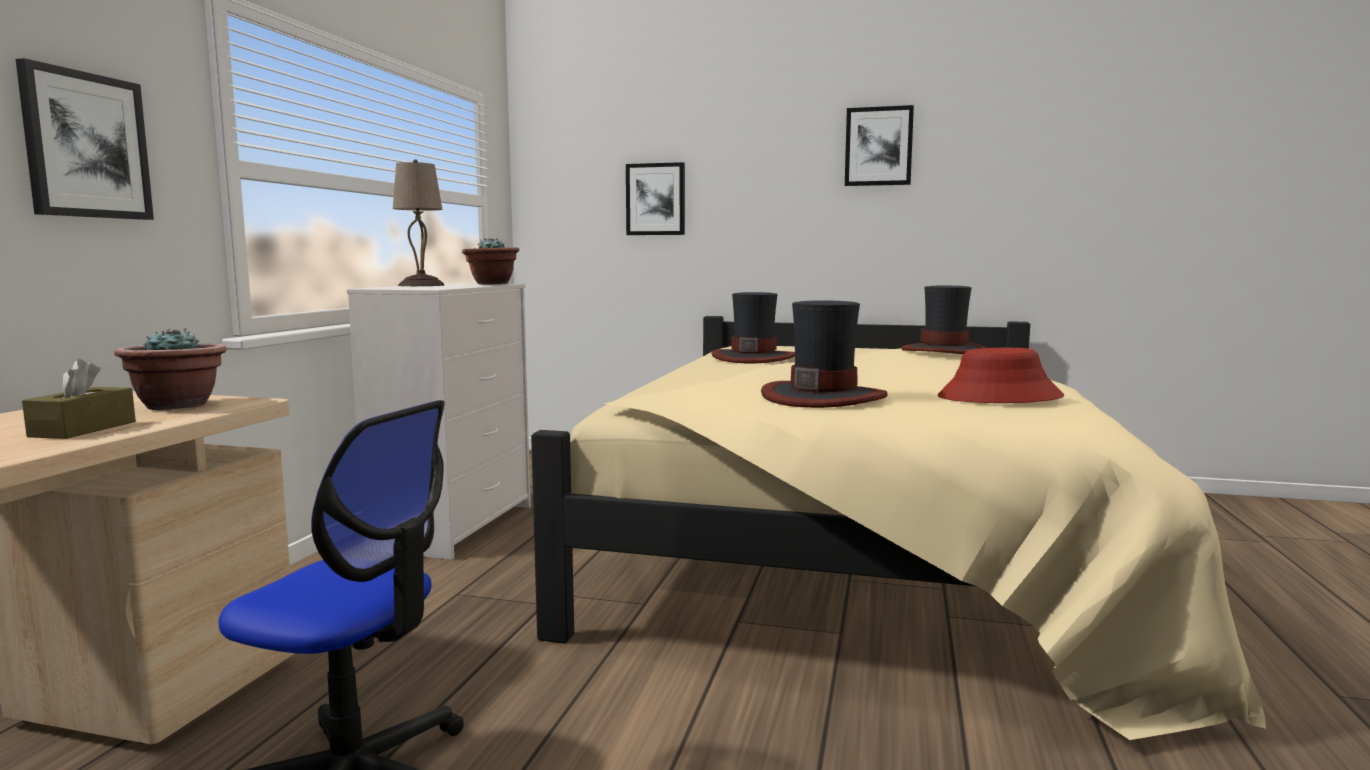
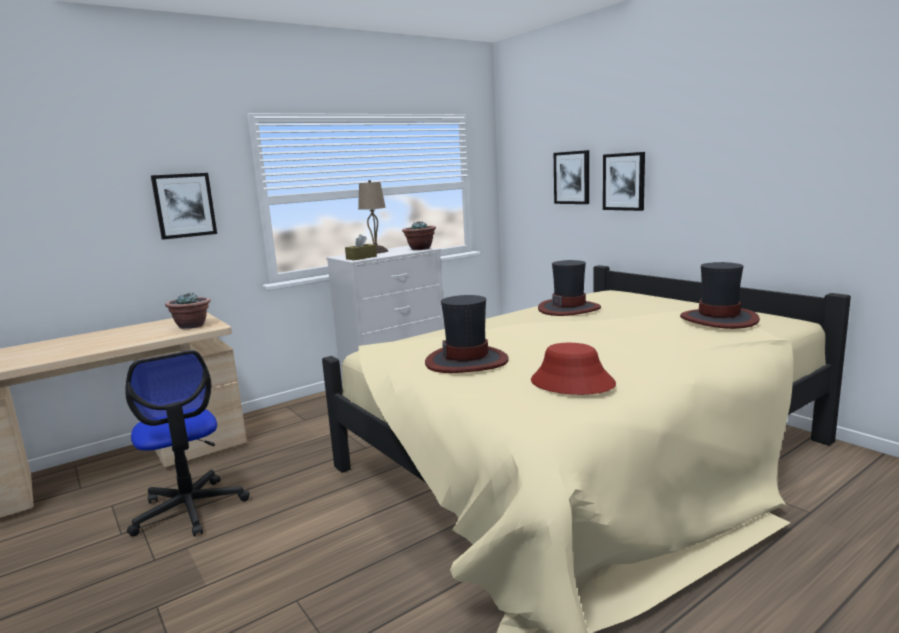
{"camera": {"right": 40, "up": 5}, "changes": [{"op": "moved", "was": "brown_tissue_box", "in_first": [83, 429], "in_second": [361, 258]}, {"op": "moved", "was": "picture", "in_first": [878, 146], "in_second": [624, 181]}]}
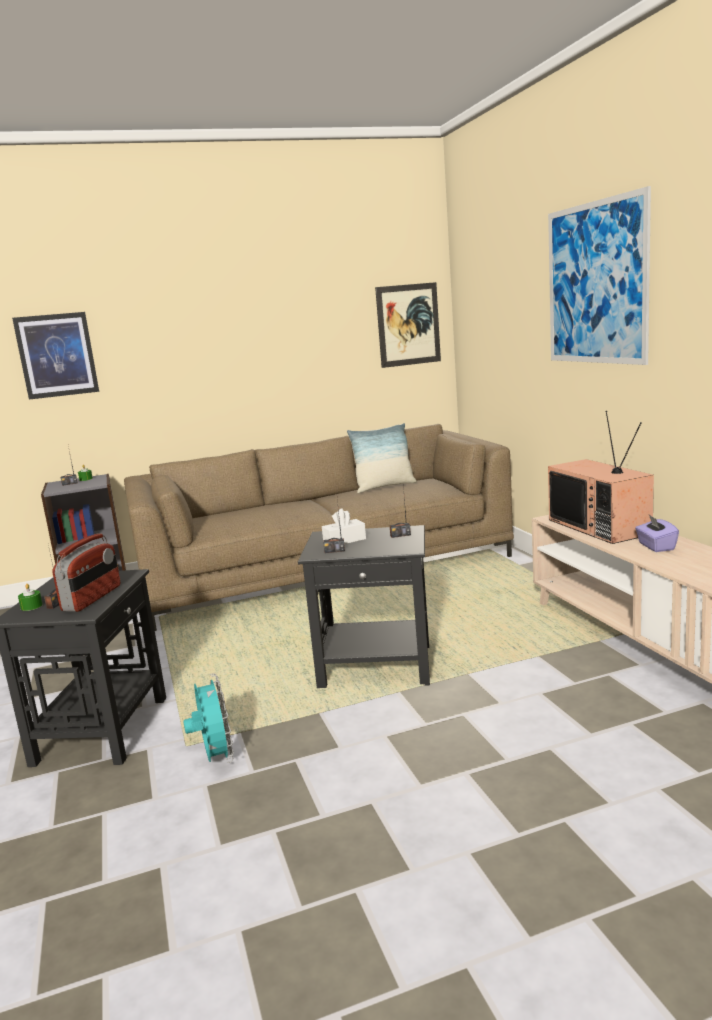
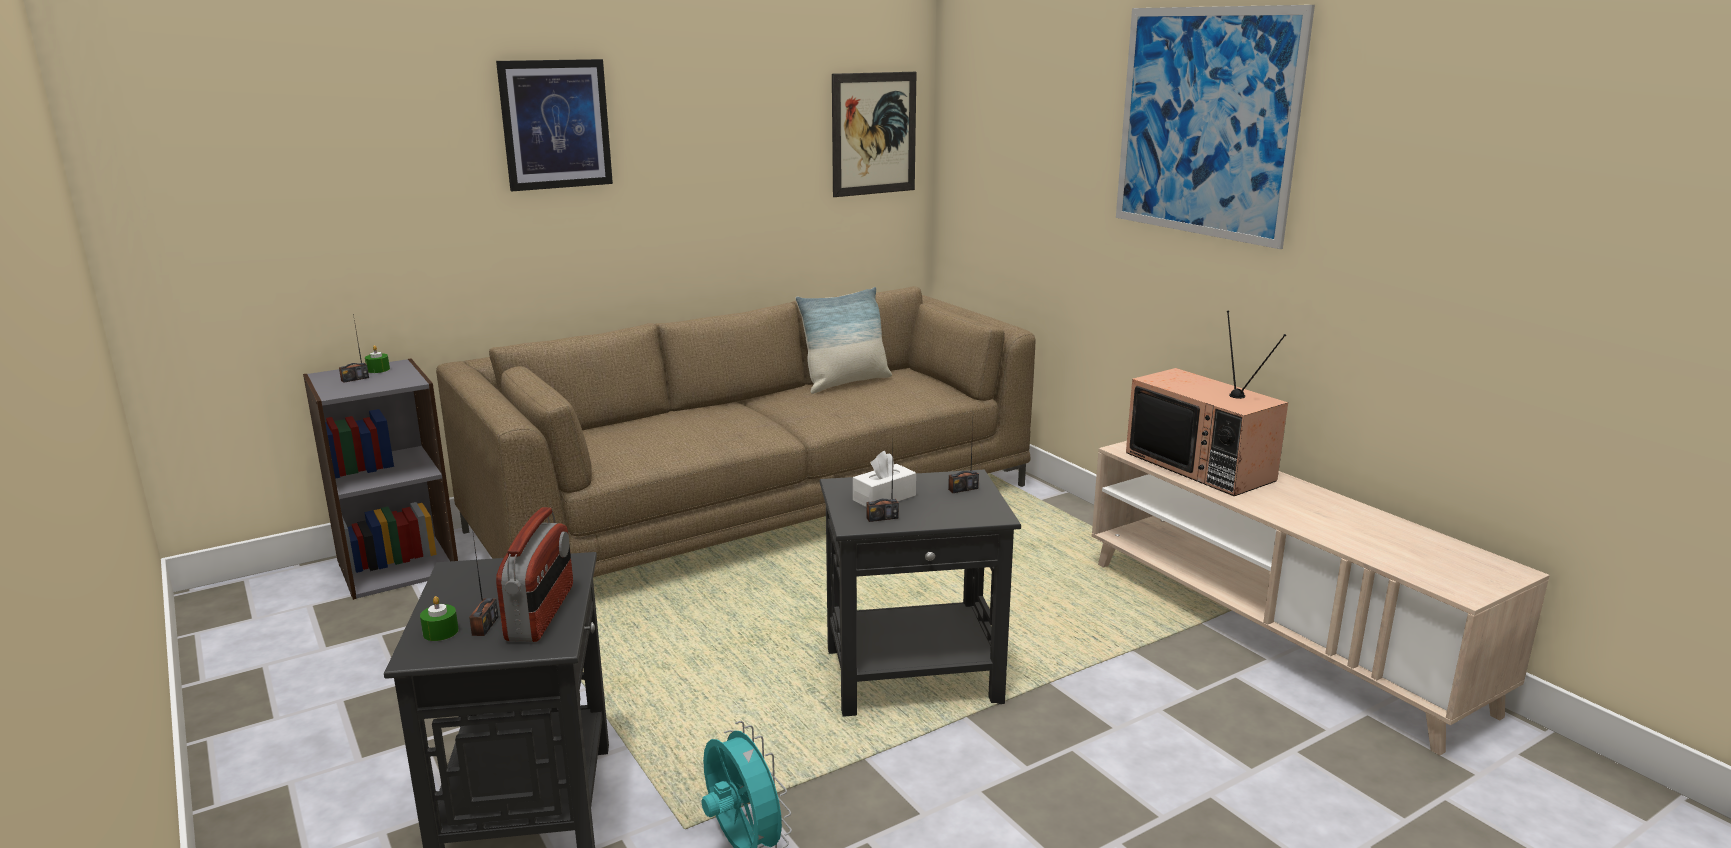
{"camera": {"right": -15, "up": 5}, "changes": [{"op": "moved", "was": "picture", "in_first": [57, 355], "in_second": [555, 124]}, {"op": "removed", "was": "purple_tissue_box", "in_first": [655, 546]}]}
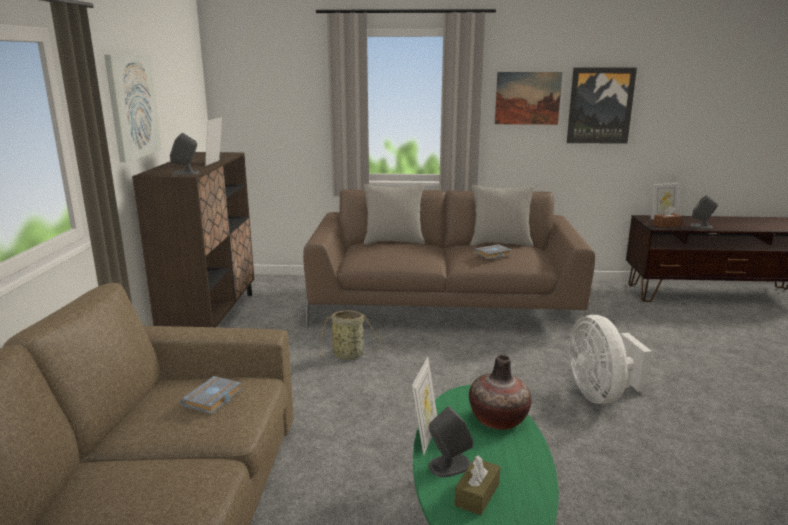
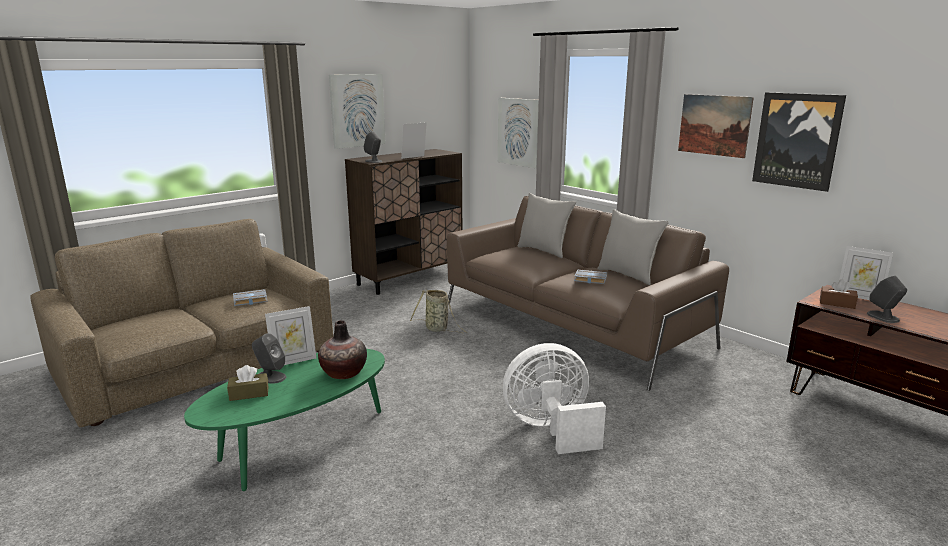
{"camera": {"right": 45, "up": 0}, "changes": [{"op": "added", "now": "picture", "in_second": [519, 132]}, {"op": "turned", "was": "white_fan", "in_first": [601, 394], "in_second": [551, 429], "clockwise": 45}]}
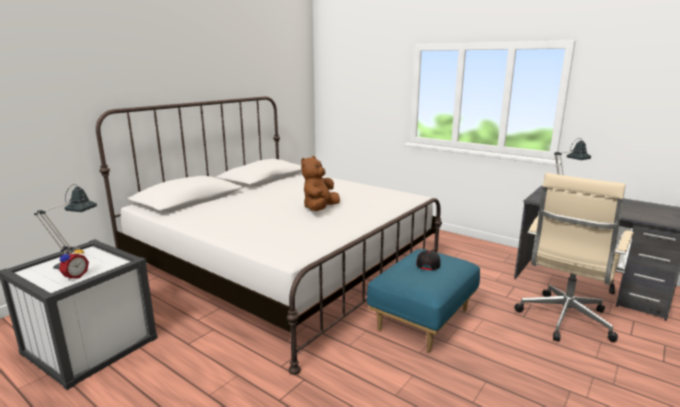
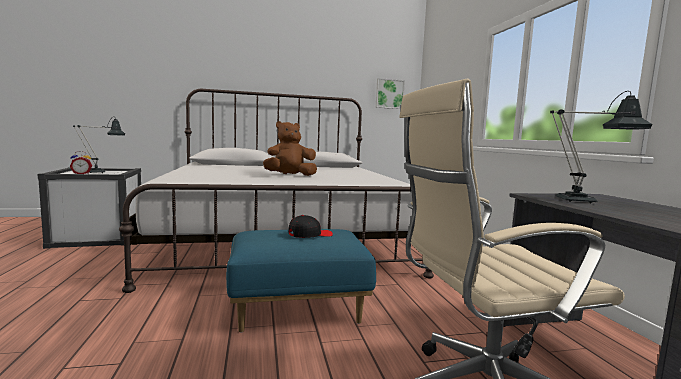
{"camera": {"right": 40, "up": -10}, "changes": [{"op": "added", "now": "picture", "in_second": [389, 94]}]}
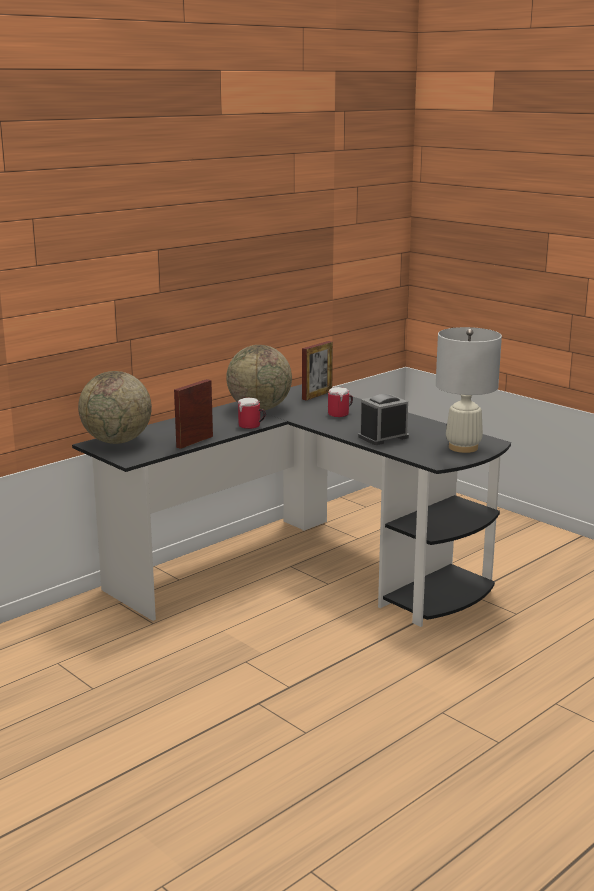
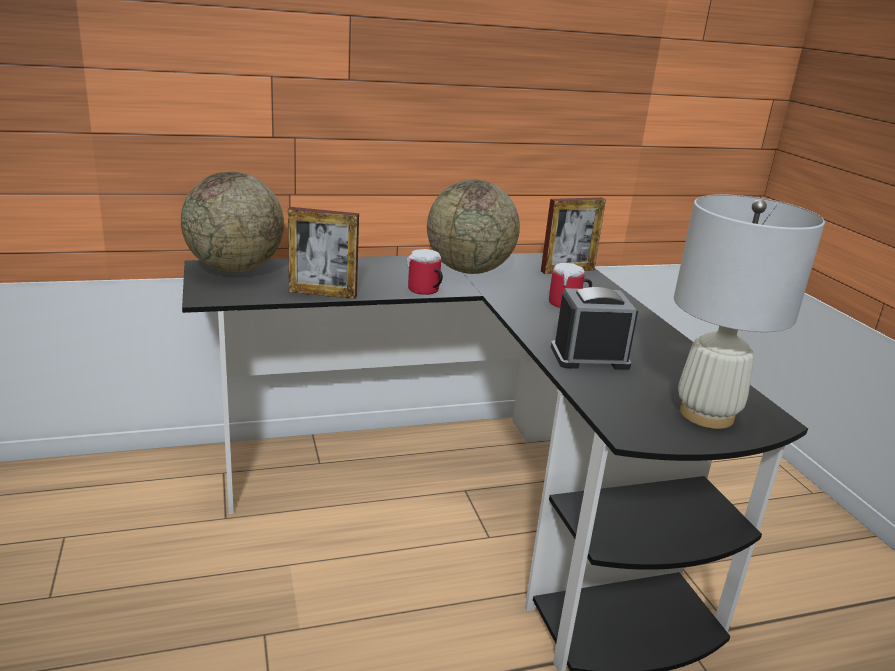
{"camera": {"right": 25, "up": 5}, "changes": [{"op": "turned", "was": "picture_frame", "in_first": [194, 442], "in_second": [322, 294], "clockwise": -150}]}
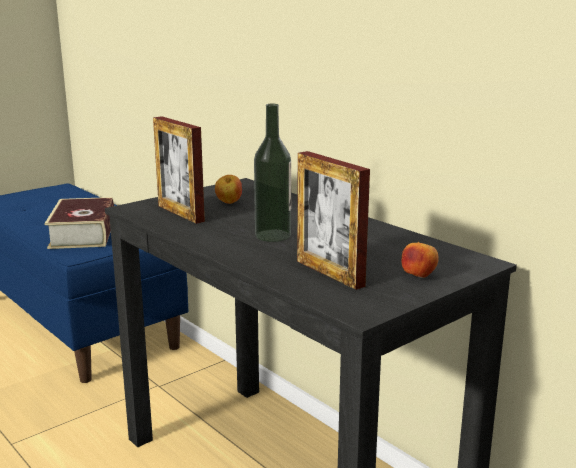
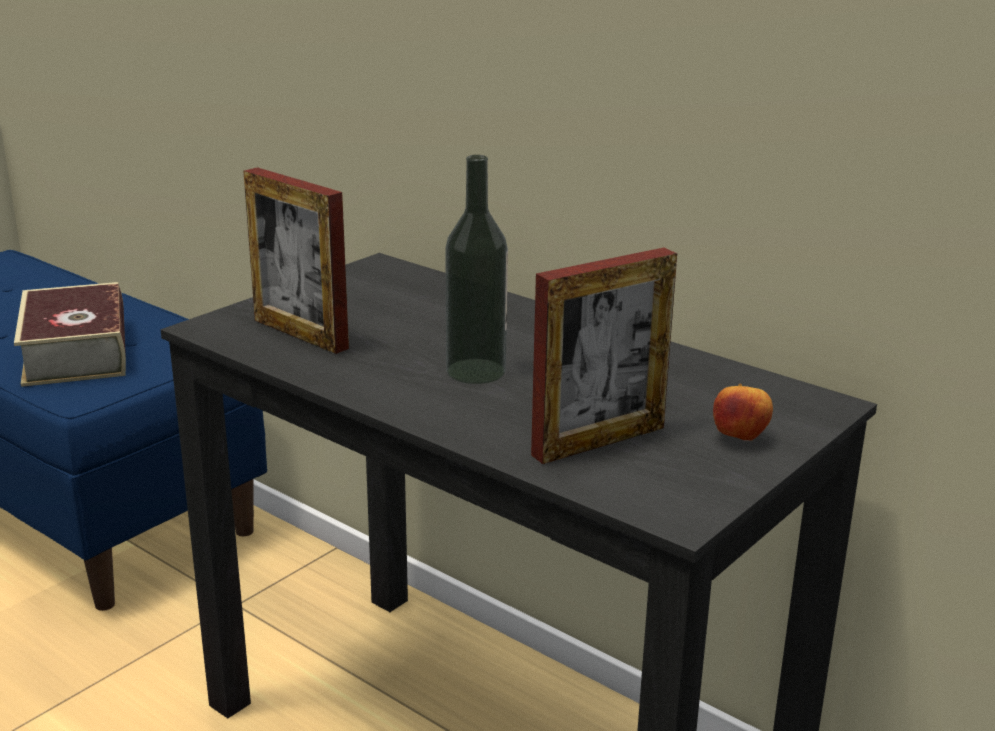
{"camera": {"right": -10, "up": 5}, "changes": [{"op": "turned", "was": "picture_frame", "in_first": [329, 273], "in_second": [598, 441], "clockwise": -75}, {"op": "removed", "was": "apple", "in_first": [228, 203]}]}
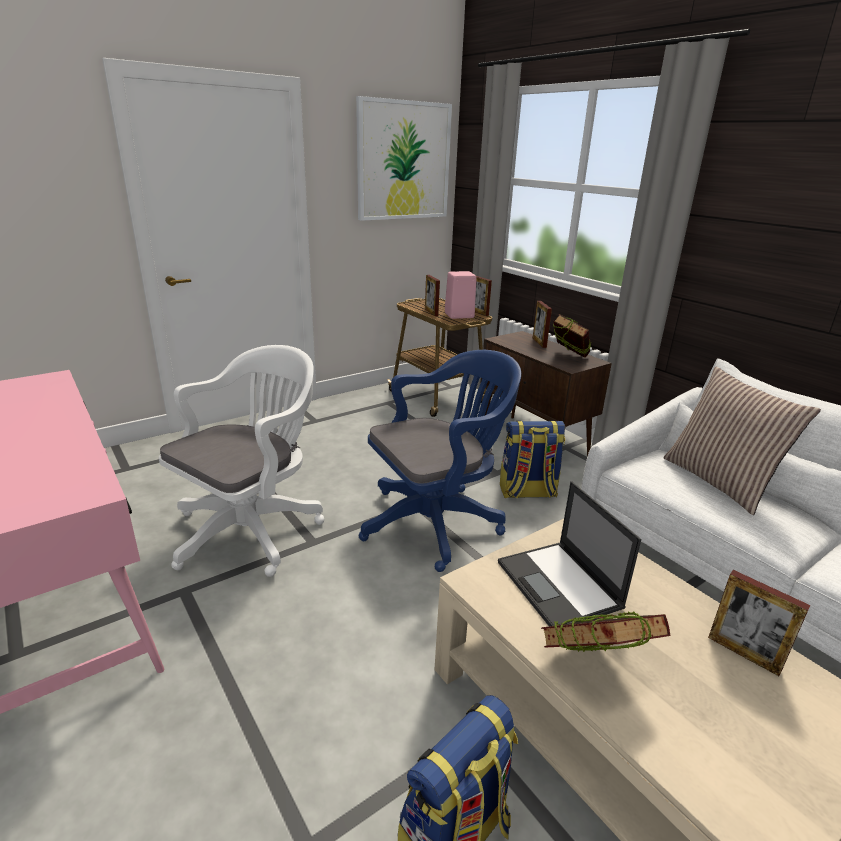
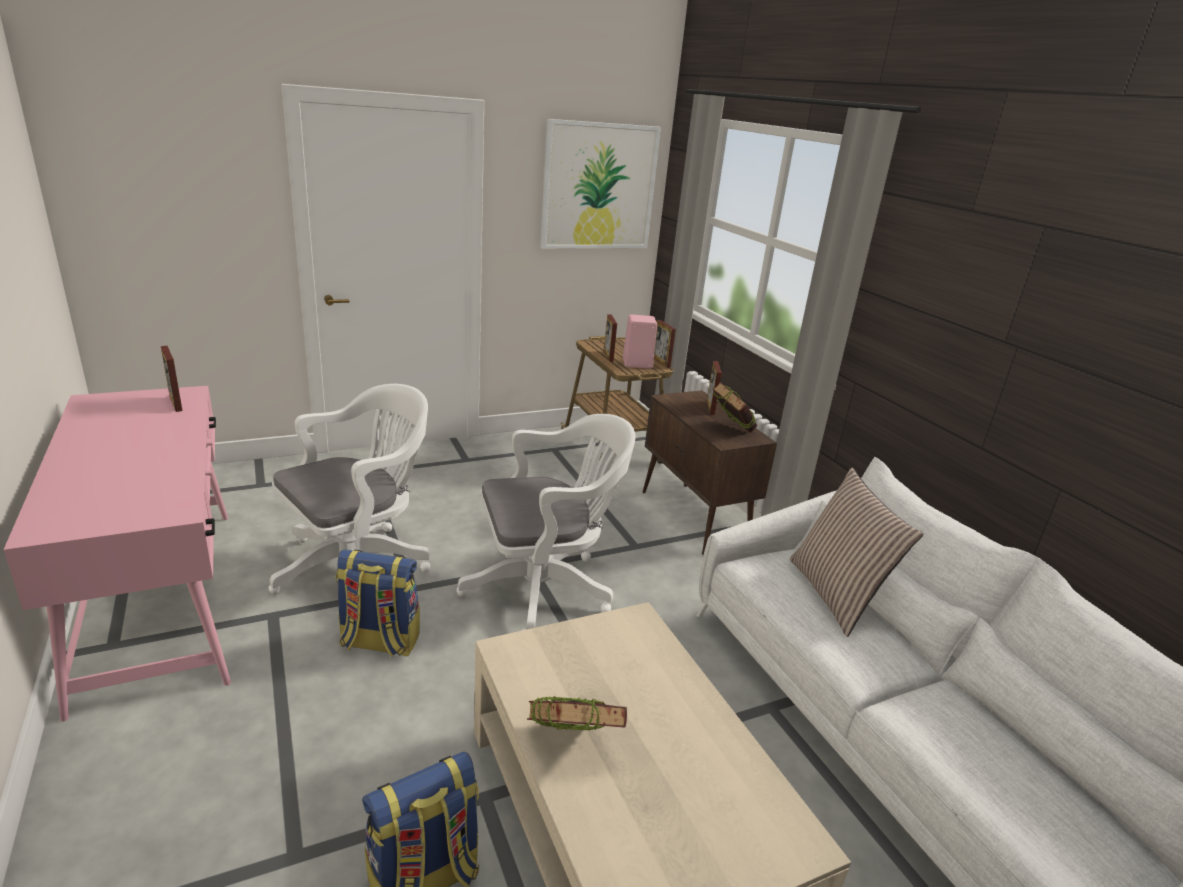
{"camera": {"right": 10, "up": 0}, "changes": [{"op": "moved", "was": "picture_frame", "in_first": [743, 653], "in_second": [176, 403]}, {"op": "moved", "was": "backpack", "in_first": [527, 492], "in_second": [379, 642]}, {"op": "recoloured", "was": "blue_office_chair", "now": "white_office_chair", "in_first": [437, 521], "in_second": [545, 589]}, {"op": "removed", "was": "laptop", "in_first": [559, 585]}]}
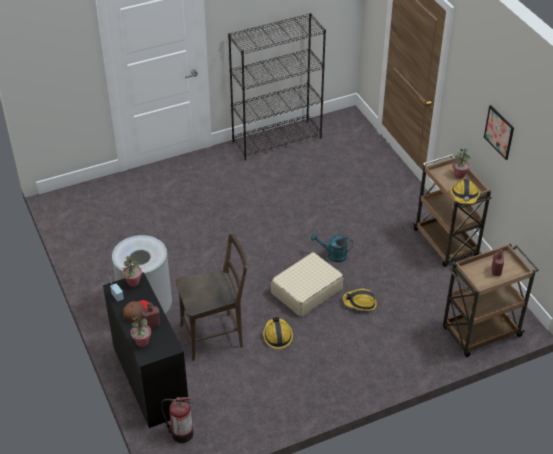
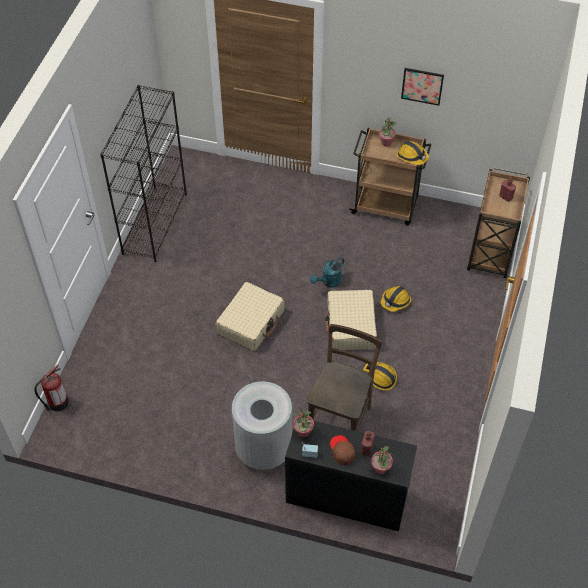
{"camera": {"right": -50, "up": 10}, "changes": [{"op": "moved", "was": "fire_extinguisher", "in_first": [181, 433], "in_second": [57, 403]}, {"op": "added", "now": "beige_suitcase", "in_second": [251, 322]}]}
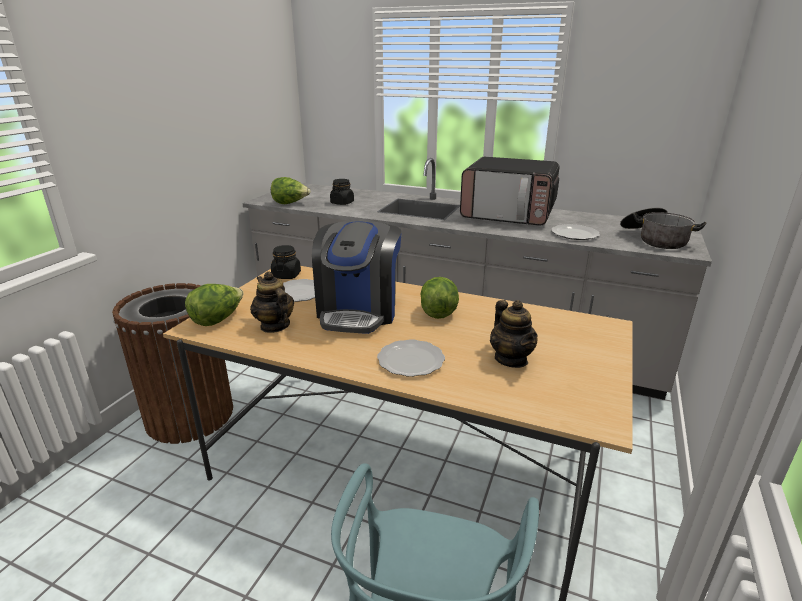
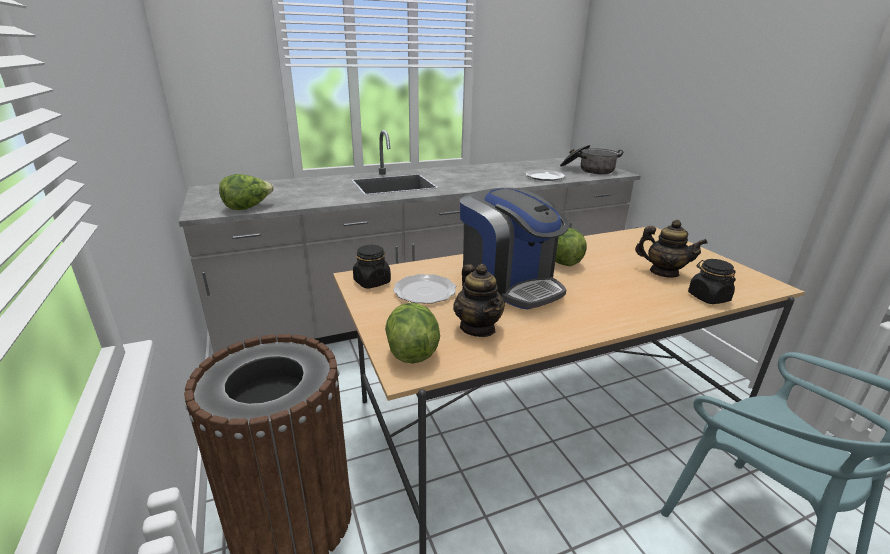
{"camera": {"right": -45, "up": 0}, "changes": [{"op": "turned", "was": "teapot", "in_first": [274, 326], "in_second": [478, 328], "clockwise": -120}, {"op": "moved", "was": "black_jar", "in_first": [342, 203], "in_second": [708, 297]}, {"op": "removed", "was": "plate", "in_first": [410, 360]}, {"op": "removed", "was": "microwave", "in_first": [508, 214]}]}
